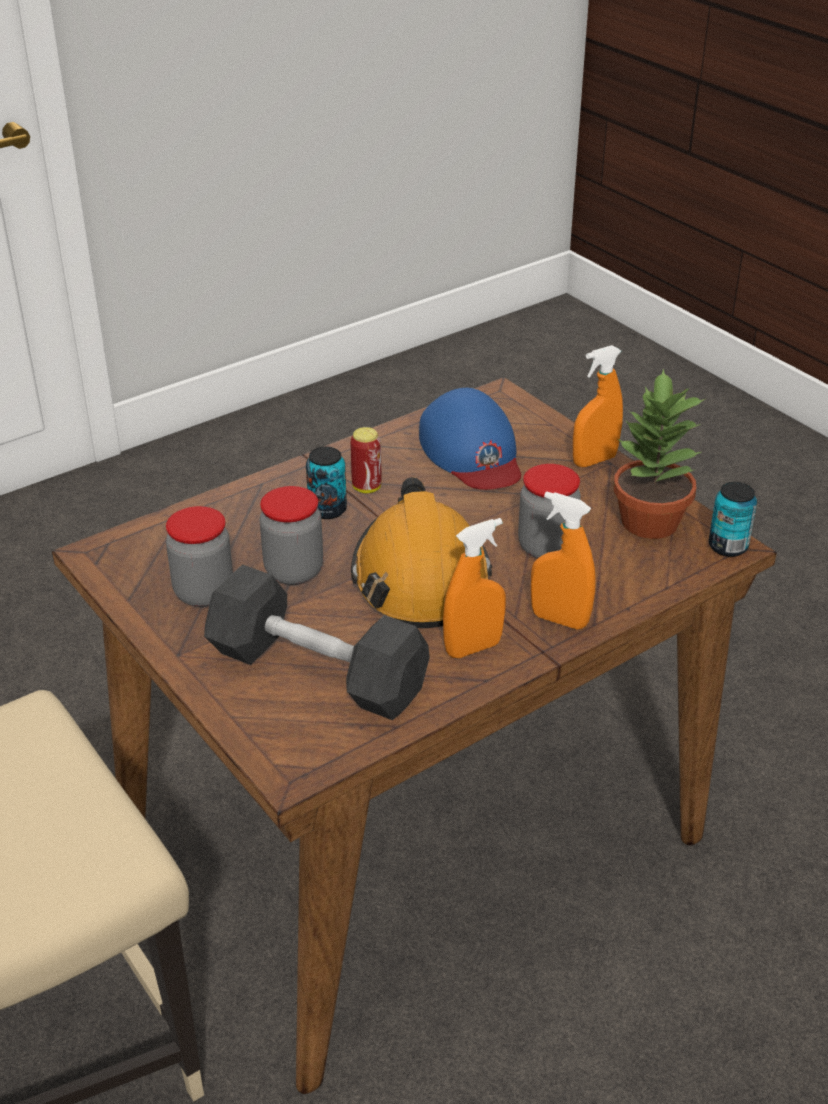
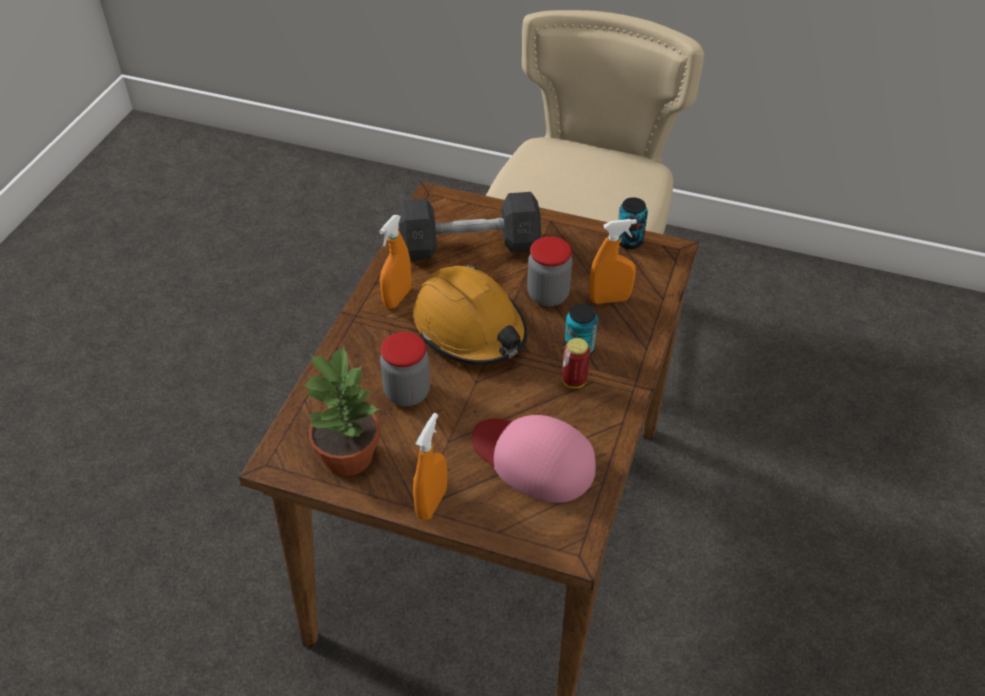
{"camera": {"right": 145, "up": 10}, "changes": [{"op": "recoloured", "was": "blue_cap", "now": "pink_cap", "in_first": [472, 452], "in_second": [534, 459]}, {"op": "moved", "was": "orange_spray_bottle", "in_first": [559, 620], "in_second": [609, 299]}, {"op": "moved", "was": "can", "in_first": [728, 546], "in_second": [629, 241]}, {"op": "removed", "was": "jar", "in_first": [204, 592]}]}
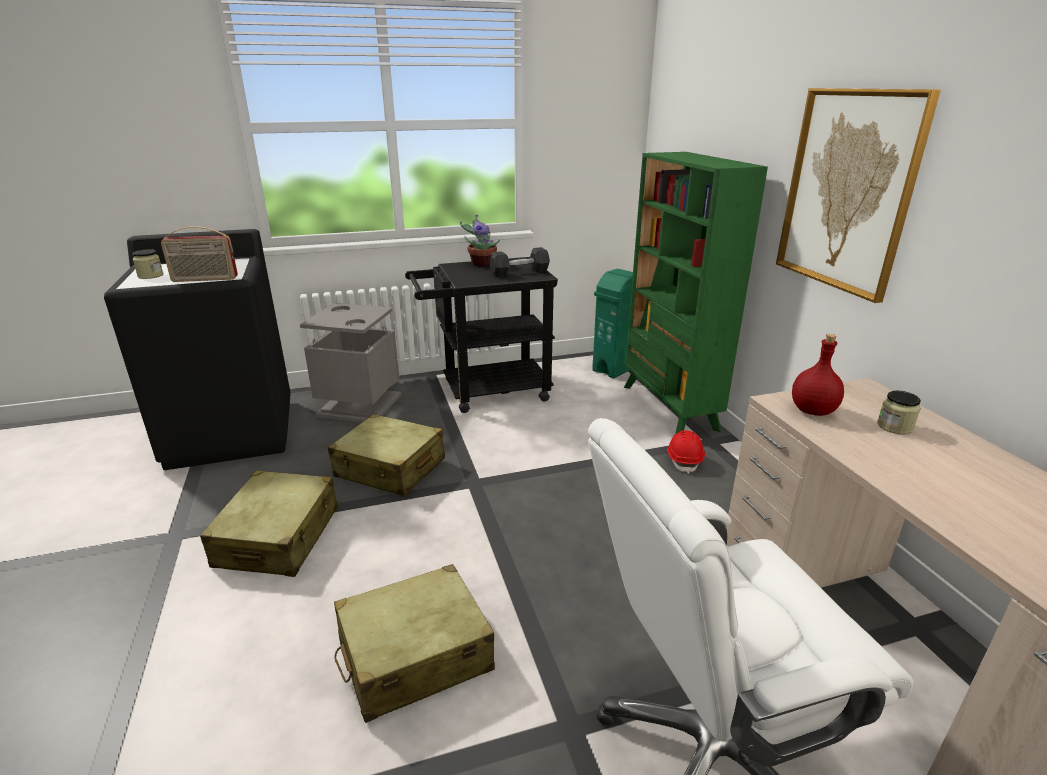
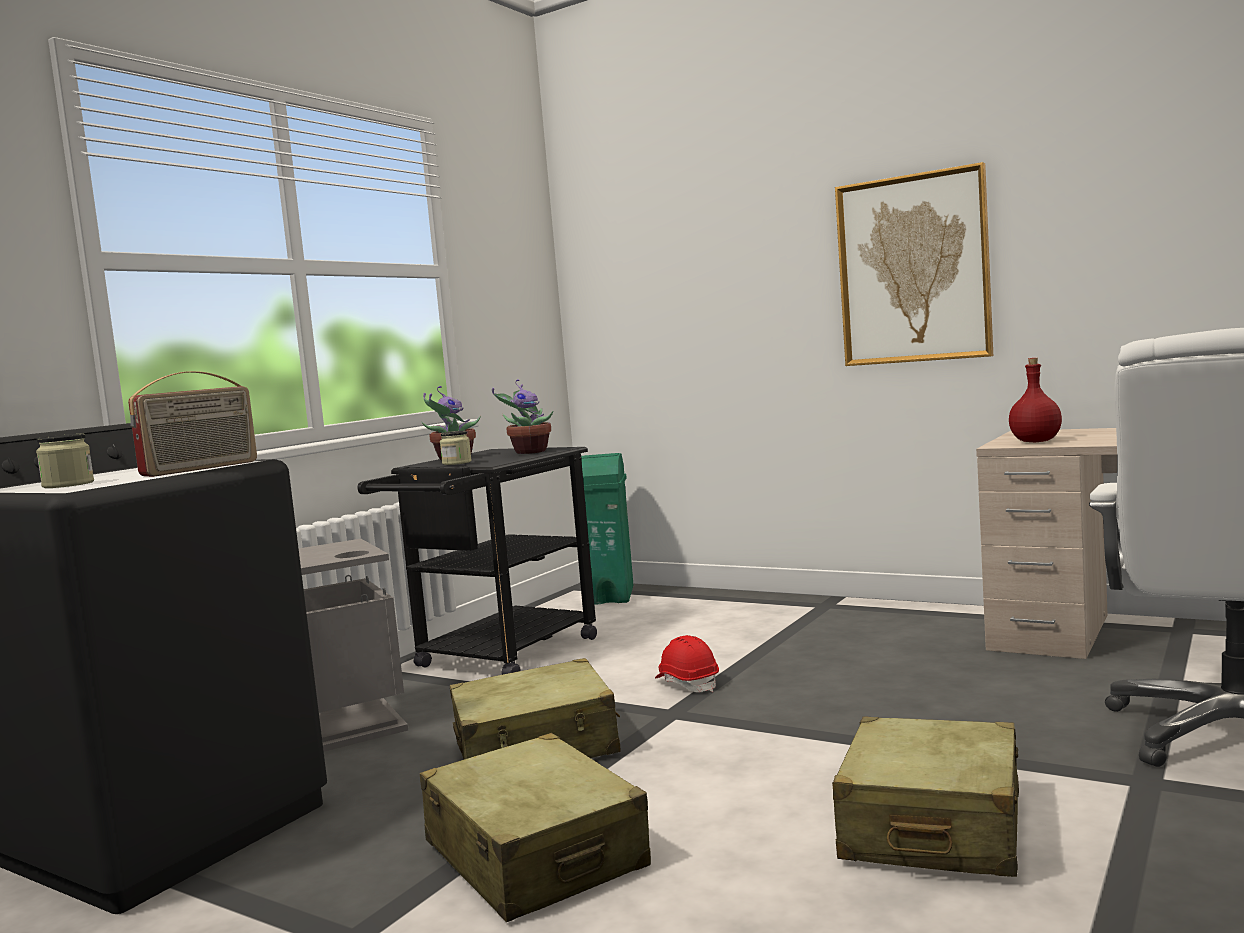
{"camera": {"right": -40, "up": -20}, "changes": [{"op": "moved", "was": "jar", "in_first": [894, 426], "in_second": [456, 463]}, {"op": "replaced", "was": "grey_dumbbell", "now": "potted_plant", "in_first": [519, 272], "in_second": [529, 452]}, {"op": "moved", "was": "red_hard_hat", "in_first": [684, 459], "in_second": [687, 683]}, {"op": "removed", "was": "green_bookcase", "in_first": [669, 407]}]}
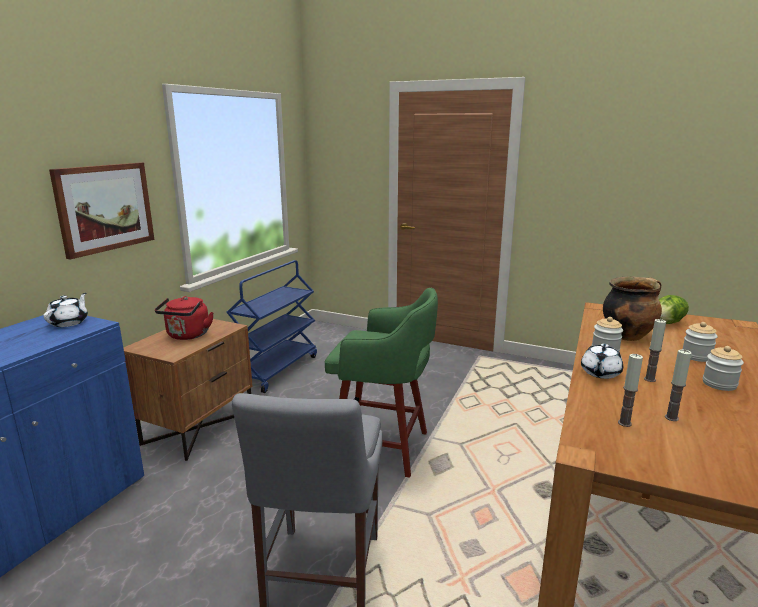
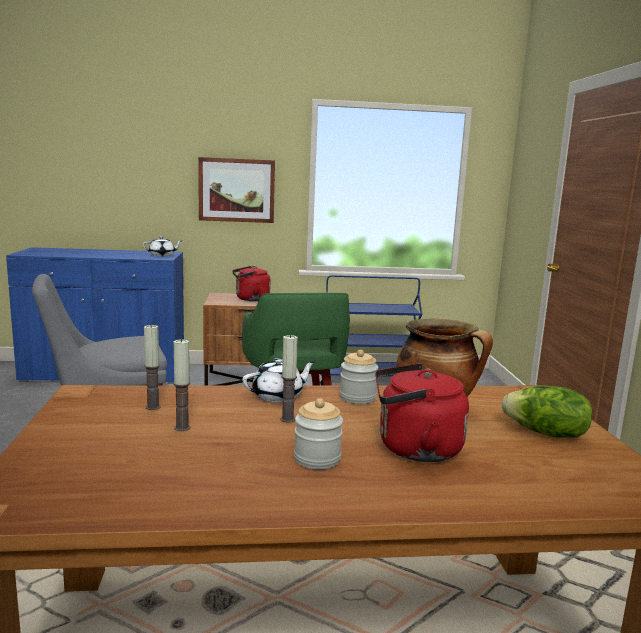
{"camera": {"right": 60, "up": -5}, "changes": [{"op": "turned", "was": "white_teapot", "in_first": [600, 373], "in_second": [278, 396], "clockwise": 150}, {"op": "replaced", "was": "jar", "now": "red_kettle", "in_first": [696, 356], "in_second": [414, 449]}]}
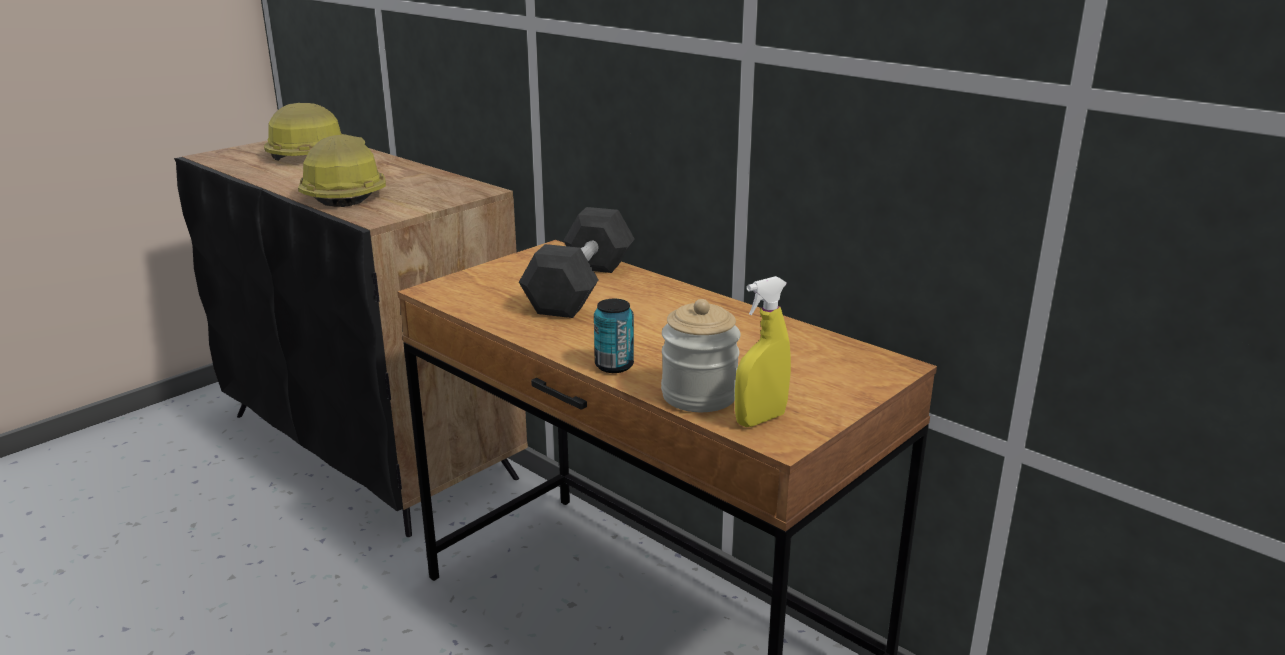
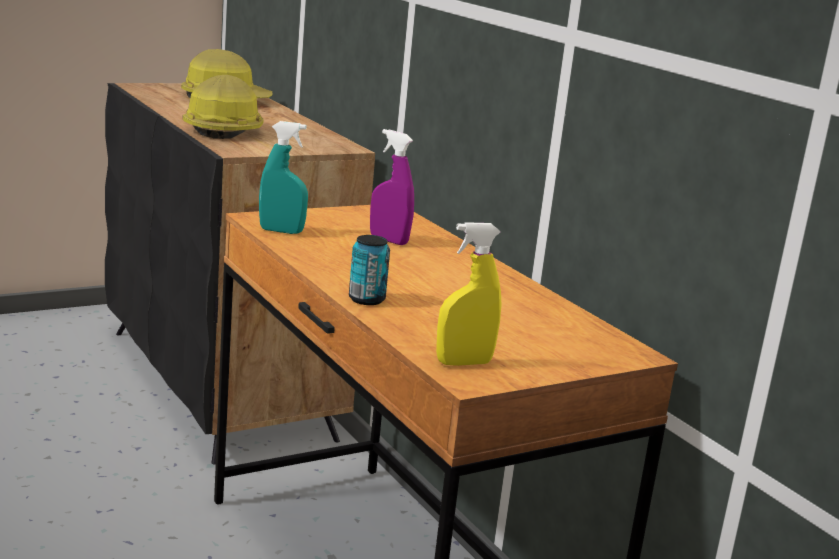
{"camera": {"right": 15, "up": -5}, "changes": [{"op": "added", "now": "turquoise_spray_bottle", "in_second": [281, 231]}, {"op": "replaced", "was": "black_dumbbell", "now": "purple_spray_bottle", "in_first": [580, 287], "in_second": [388, 240]}, {"op": "removed", "was": "jar", "in_first": [699, 395]}]}
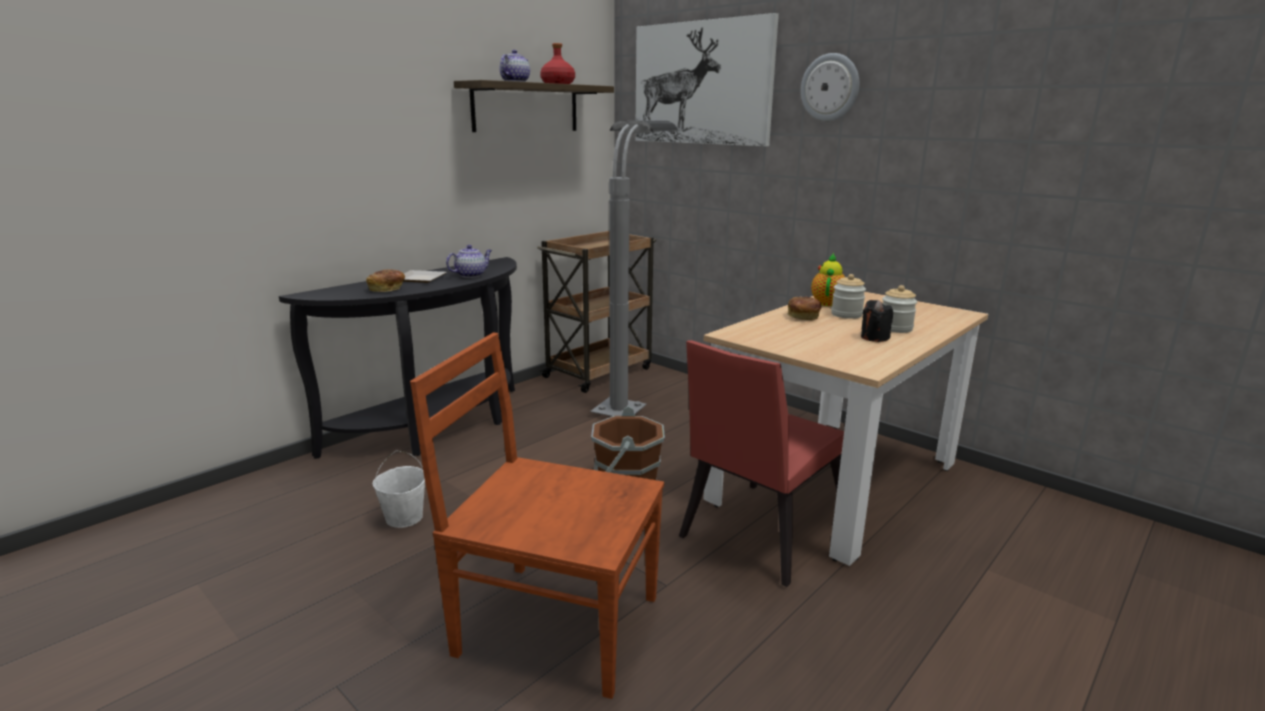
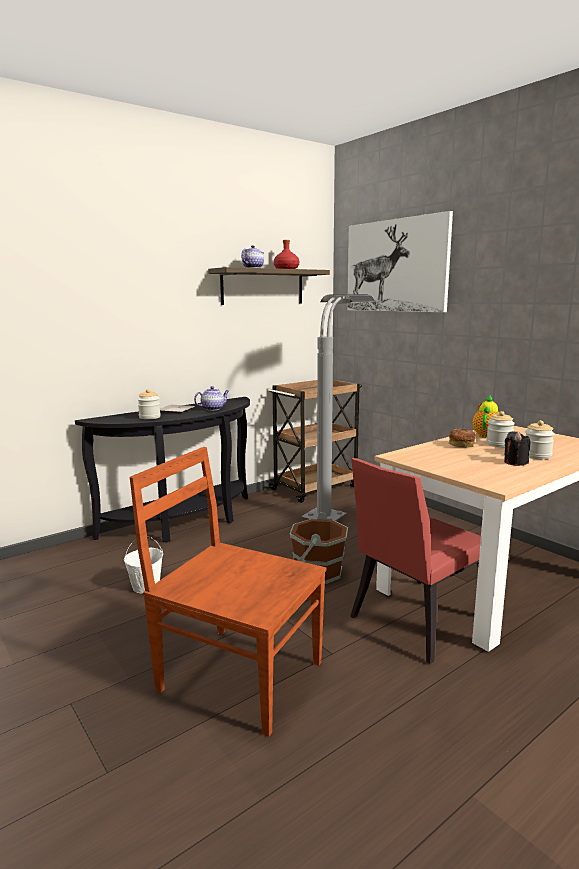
{"camera": {"right": 10, "up": -5}, "changes": [{"op": "replaced", "was": "bread", "now": "jar", "in_first": [387, 289], "in_second": [149, 417]}, {"op": "removed", "was": "wall_clock", "in_first": [830, 87]}]}
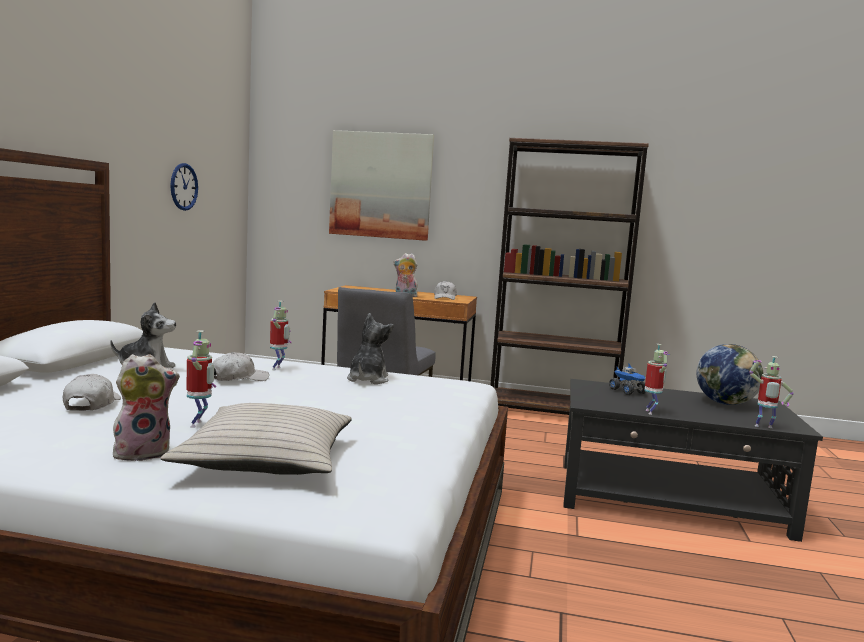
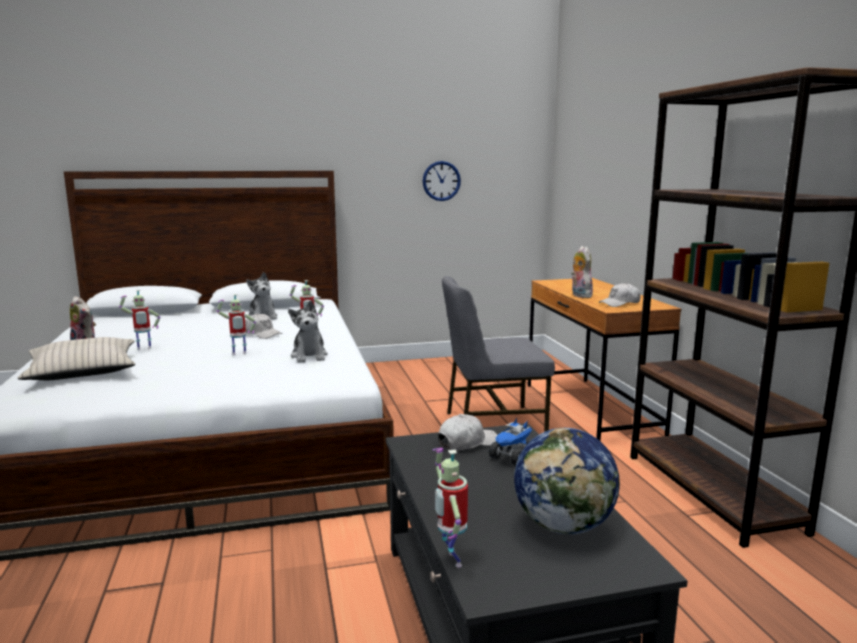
{"camera": {"right": 65, "up": 5}, "changes": [{"op": "moved", "was": "toy_robot", "in_first": [651, 412], "in_second": [239, 354]}, {"op": "turned", "was": "plush_toy", "in_first": [367, 379], "in_second": [309, 356], "clockwise": 90}, {"op": "moved", "was": "white_cap", "in_first": [92, 404], "in_second": [467, 443]}, {"op": "removed", "was": "picture", "in_first": [381, 185]}]}
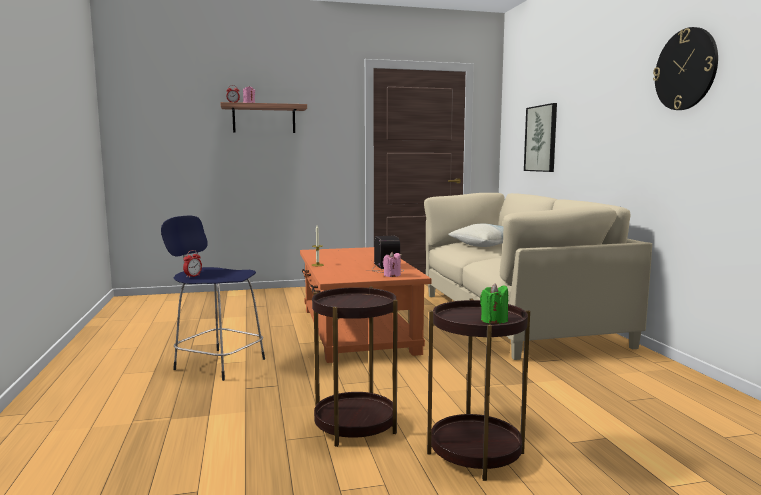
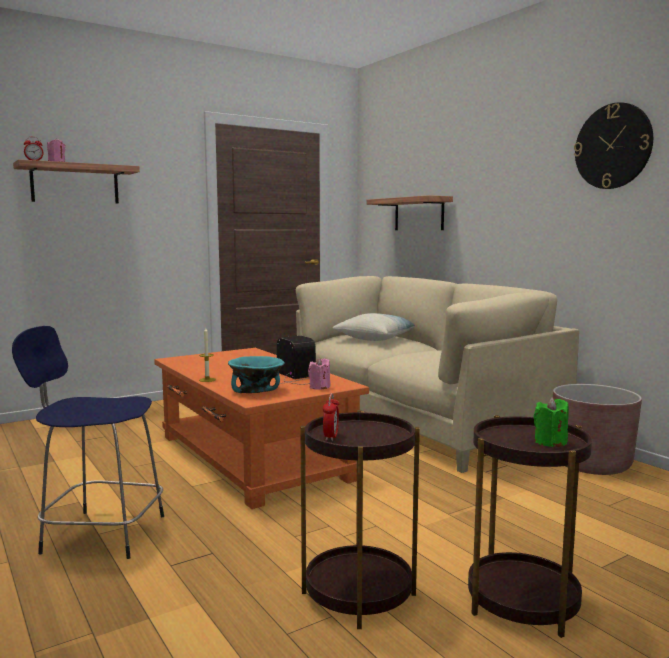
{"camera": {"right": -20, "up": 0}, "changes": [{"op": "added", "now": "turquoise_bowl", "in_second": [256, 390]}, {"op": "moved", "was": "alarm_clock", "in_first": [193, 276], "in_second": [331, 437]}, {"op": "replaced", "was": "picture", "now": "shelf", "in_first": [541, 138], "in_second": [419, 214]}, {"op": "added", "now": "brown_planter", "in_second": [591, 464]}]}
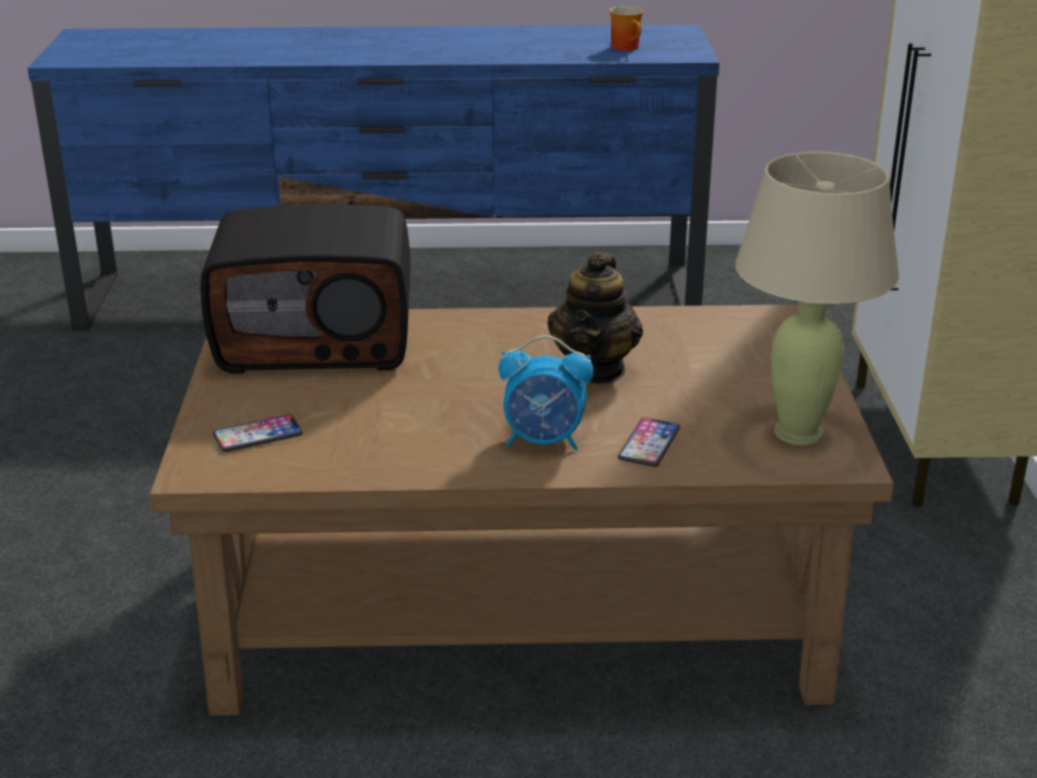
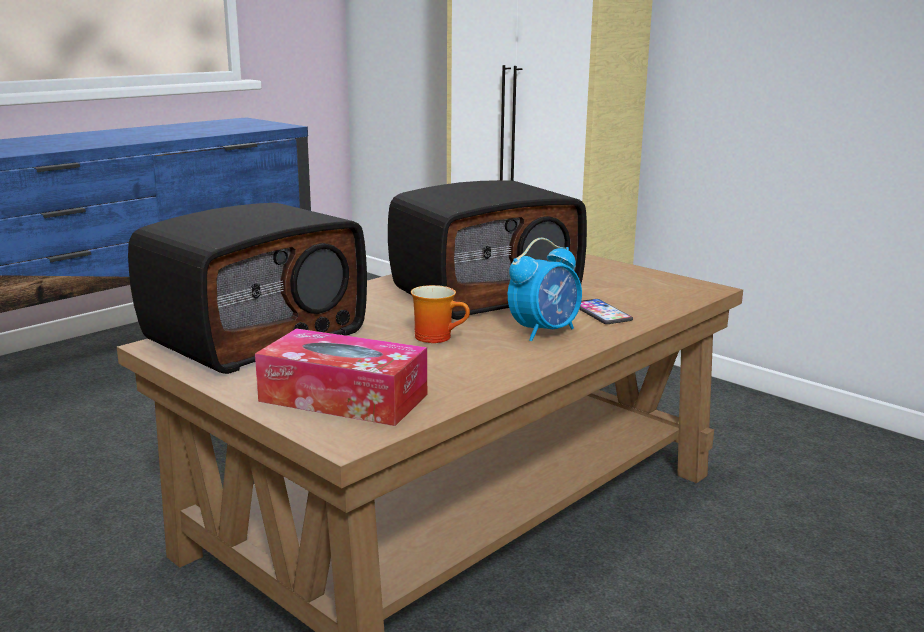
{"camera": {"right": -45, "up": -10}, "changes": [{"op": "replaced", "was": "phone", "now": "tissue_box", "in_first": [257, 435], "in_second": [343, 398]}, {"op": "replaced", "was": "teapot", "now": "radio", "in_first": [595, 369], "in_second": [485, 293]}, {"op": "moved", "was": "mug", "in_first": [628, 47], "in_second": [438, 337]}, {"op": "removed", "was": "beige_table_lamp", "in_first": [797, 432]}]}
